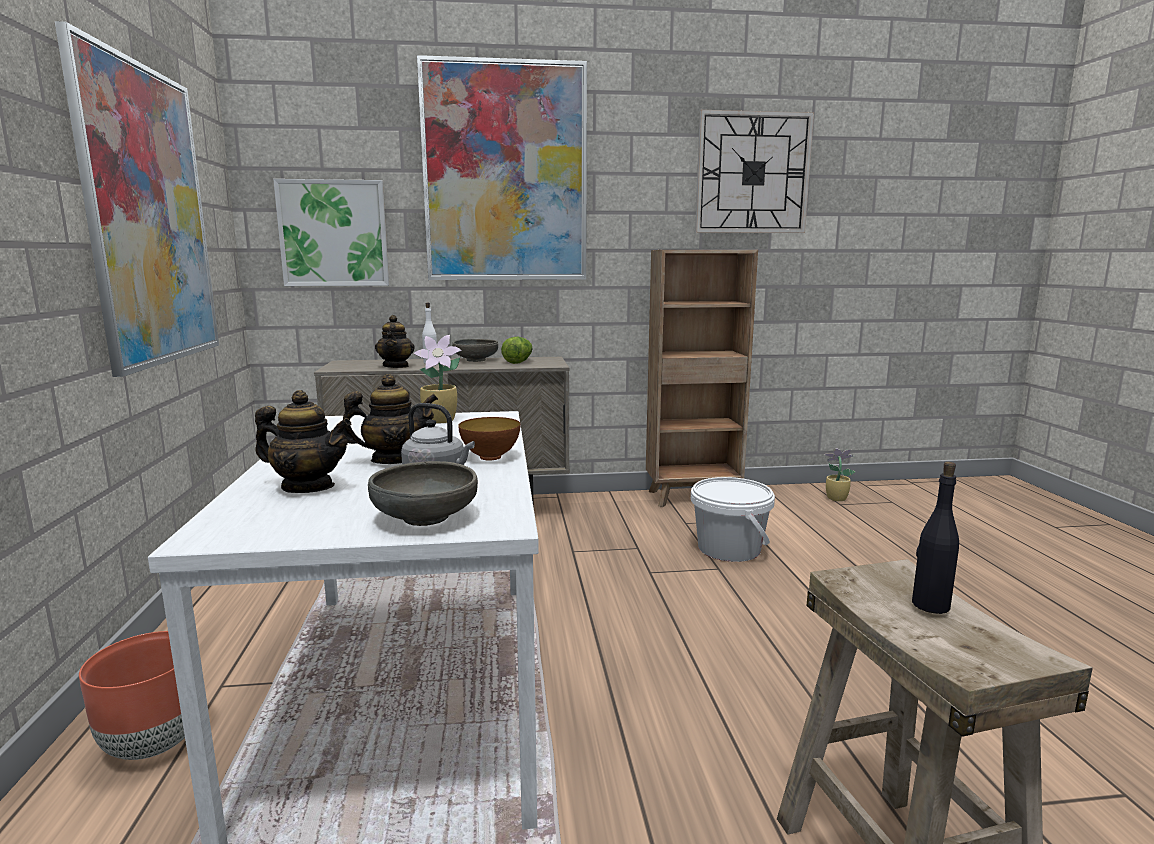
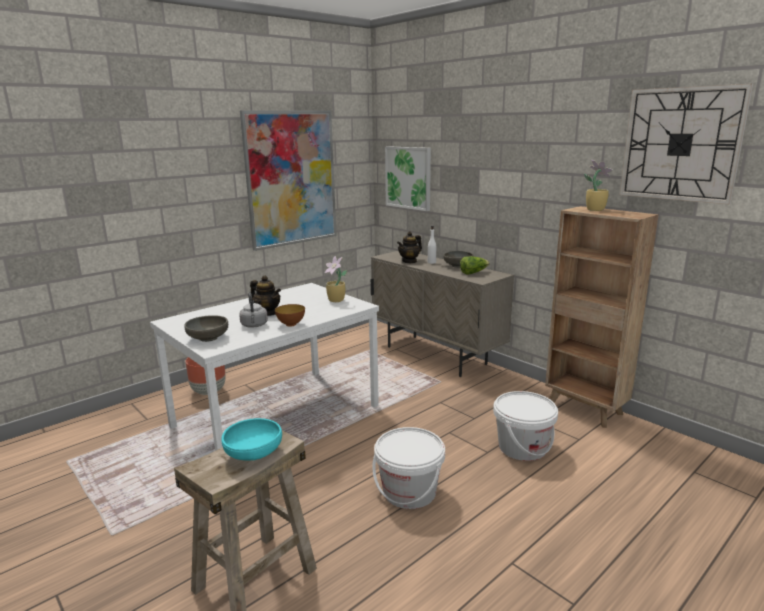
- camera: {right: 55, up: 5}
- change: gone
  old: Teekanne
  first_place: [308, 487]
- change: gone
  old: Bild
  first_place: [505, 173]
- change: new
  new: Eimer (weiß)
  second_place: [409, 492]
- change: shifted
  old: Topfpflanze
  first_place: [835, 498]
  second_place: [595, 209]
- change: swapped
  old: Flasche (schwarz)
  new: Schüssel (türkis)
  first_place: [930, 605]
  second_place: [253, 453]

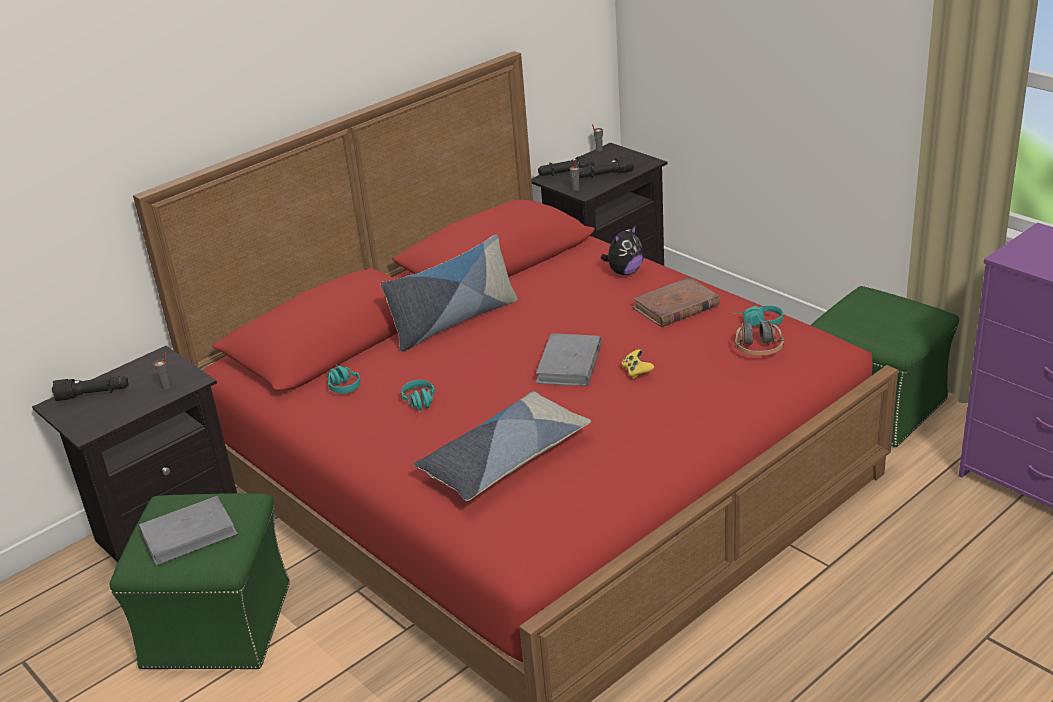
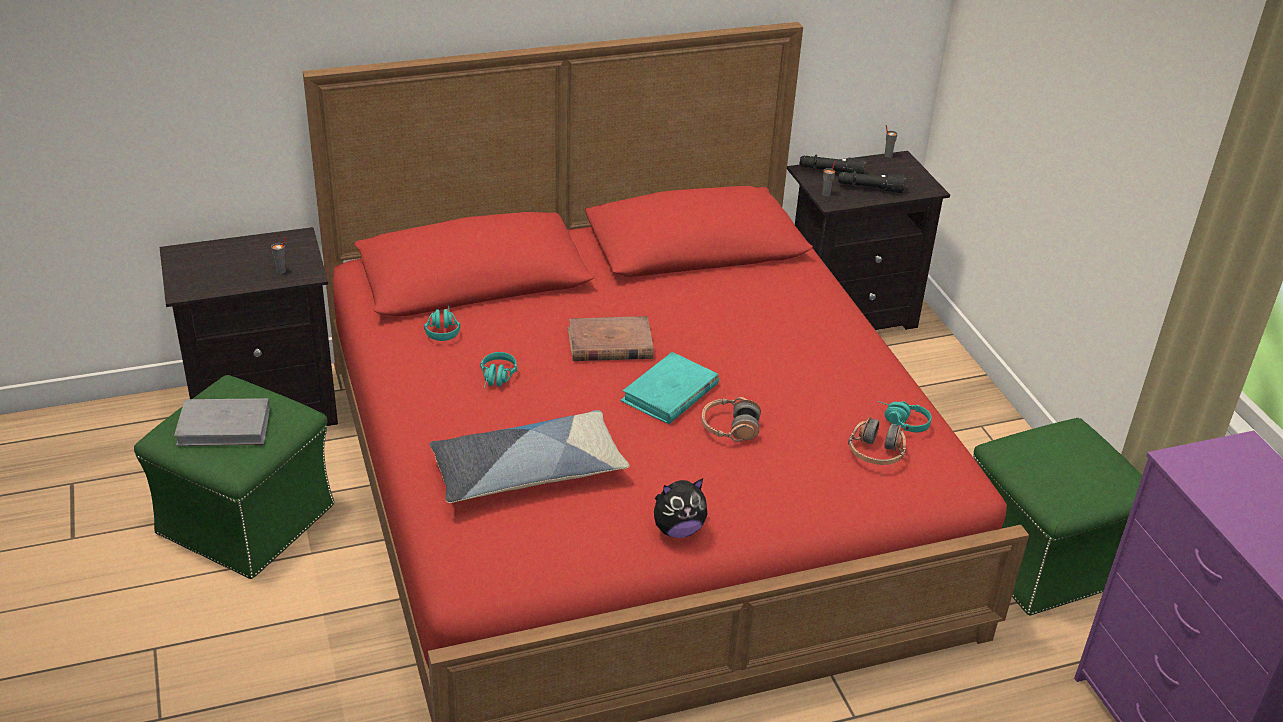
- camera: {right: 20, up: 5}
- change: gone
  old: Taschenlampe (schwarz)
  first_place: [93, 394]
- change: gone
  old: Kissen
  first_place: [454, 321]
- change: shifted
  old: Plüschtier
  first_place: [624, 272]
  second_place: [678, 529]
- change: shifted
  old: Buch (braun)
  first_place: [675, 307]
  second_place: [609, 344]
- change: swapped
  old: Gamepad (gelb)
  new: Kopfhörer
  first_place: [636, 371]
  second_place: [730, 428]
- change: repainted
  old: Buch (grau)
  new: Buch (türkis)
  first_place: [569, 364]
  second_place: [670, 393]

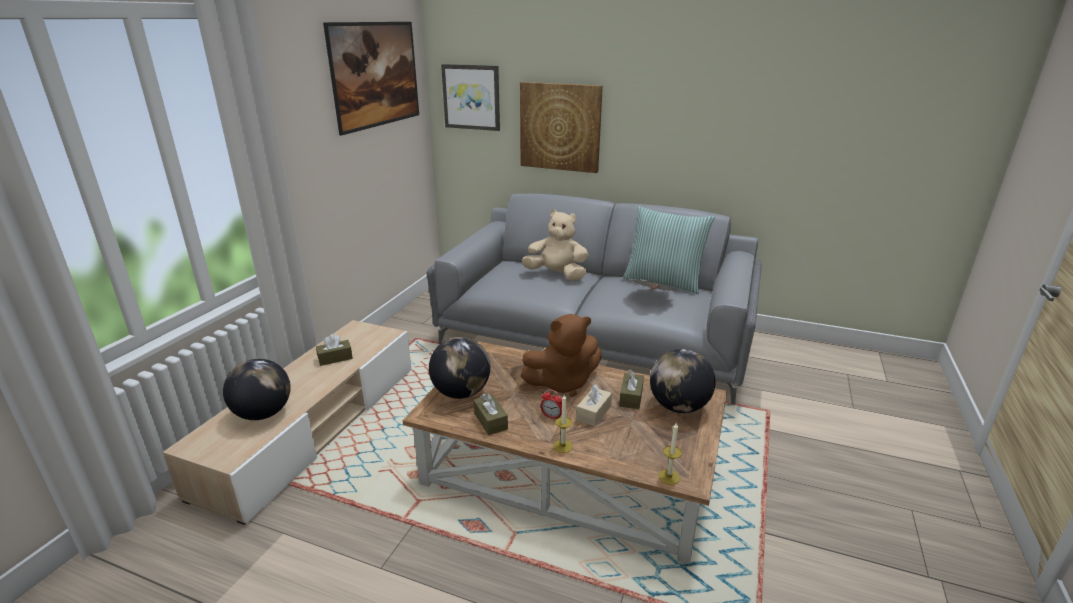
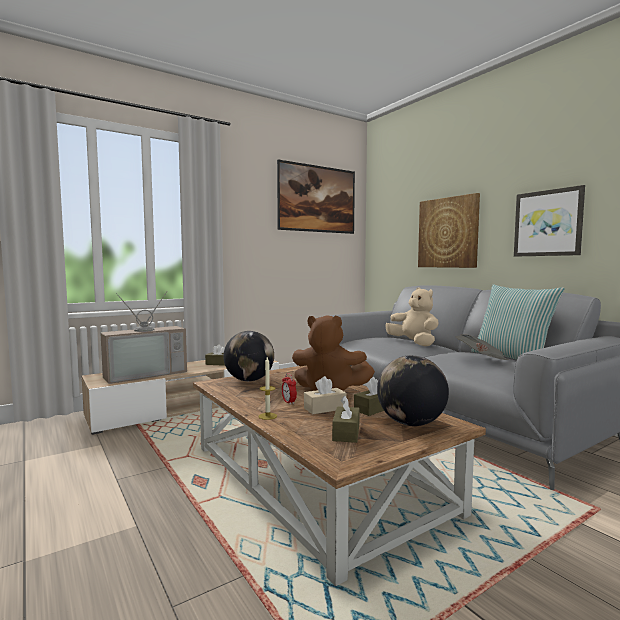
- camera: {right: 35, up: -20}
- change: gone
  old: Kerze
  first_place: [669, 477]
- change: shifted
  old: Bild
  first_place: [471, 97]
  second_place: [548, 223]
- change: shifted
  old: Taschentuchbox (braun)
  first_place: [490, 421]
  second_place: [346, 433]
- change: swapped
  old: Globus
  new: Fernseher
  first_place: [263, 414]
  second_place: [145, 374]

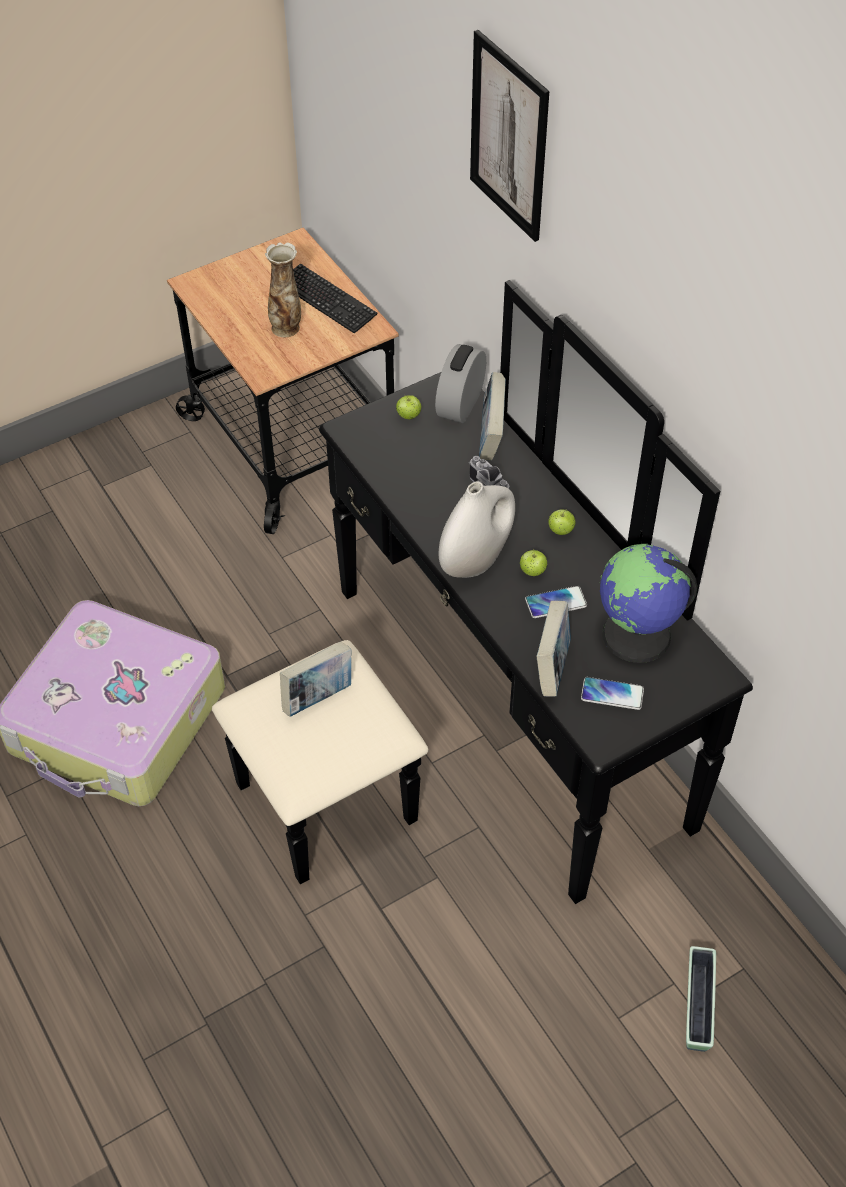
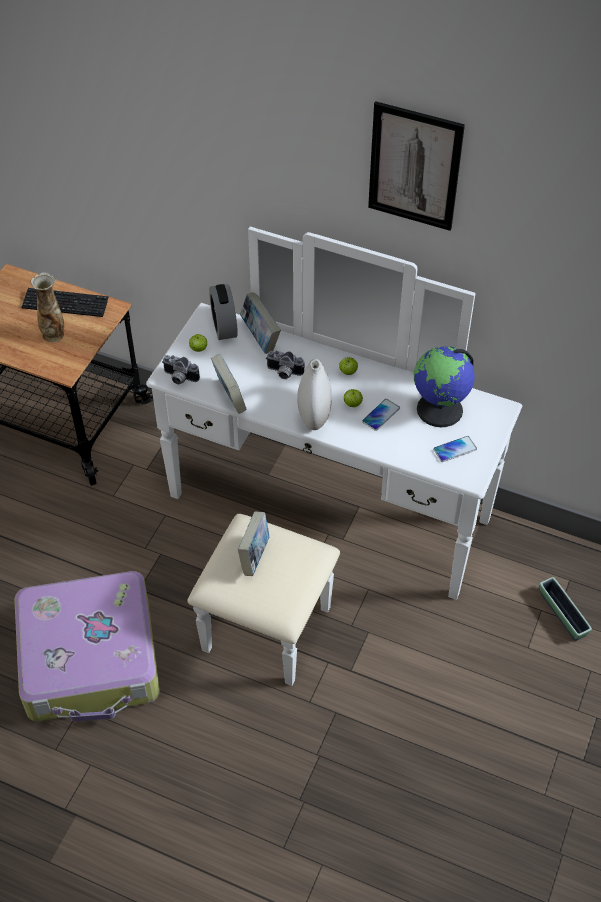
- camera: {right: -35, up: 0}
- change: new
  new: Kamera
  second_place: [179, 378]
- change: shifted
  old: Bild
  first_place: [509, 137]
  second_place: [414, 166]
- change: shifted
  old: Buch
  first_place: [552, 667]
  second_place: [229, 398]
- change: repainted
  old: Kommode (schwarz)
  new: Kommode (weiß)
  first_place: [470, 727]
  second_place: [316, 534]

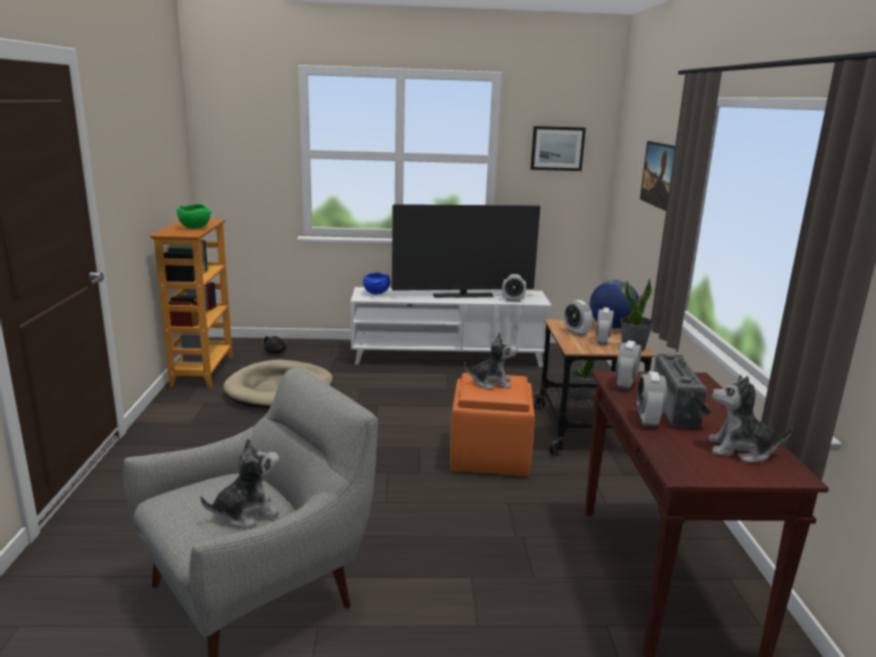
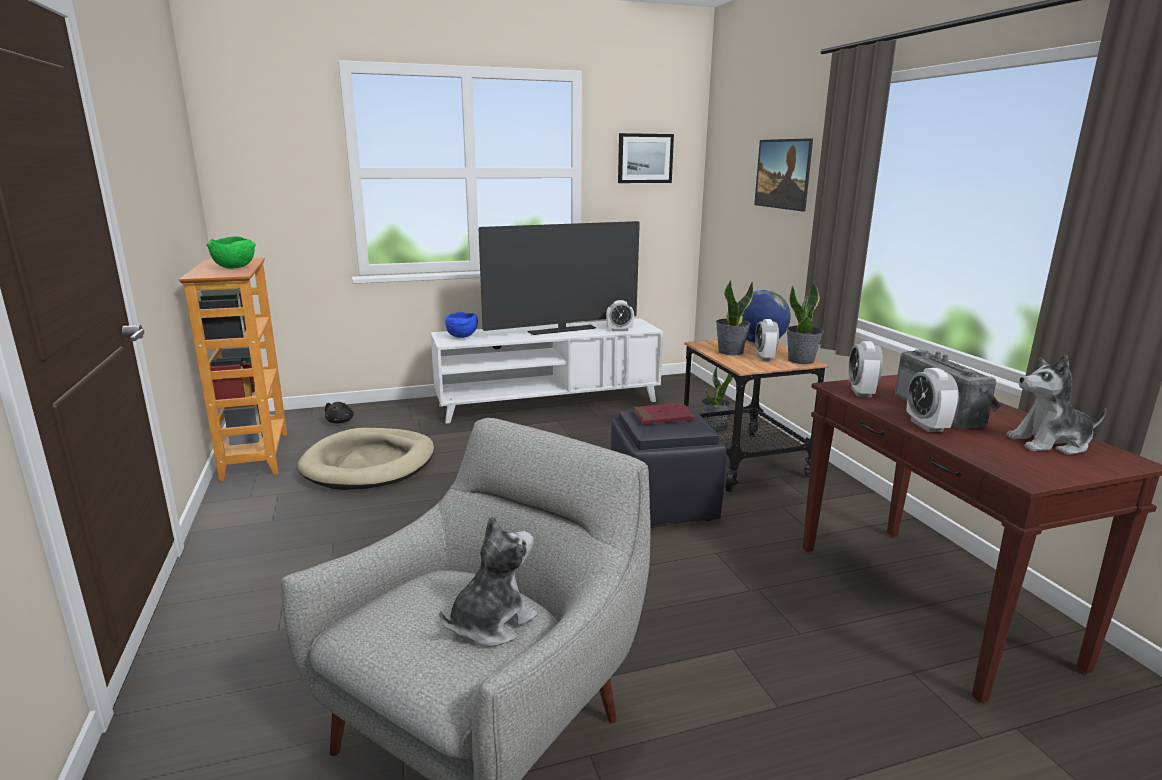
- camera: {right: -15, up: 0}
- change: swapped
  old: Plüschtier
  new: Buch (rot)
  first_place: [491, 383]
  second_place: [663, 417]
- change: swapped
  old: Wecker
  new: Topfpflanze
  first_place: [576, 332]
  second_place: [730, 352]
- change: repainted
  old: Polsterhocker (orange)
  new: Polsterhocker (schwarz)
  first_place: [489, 456]
  second_place: [661, 503]

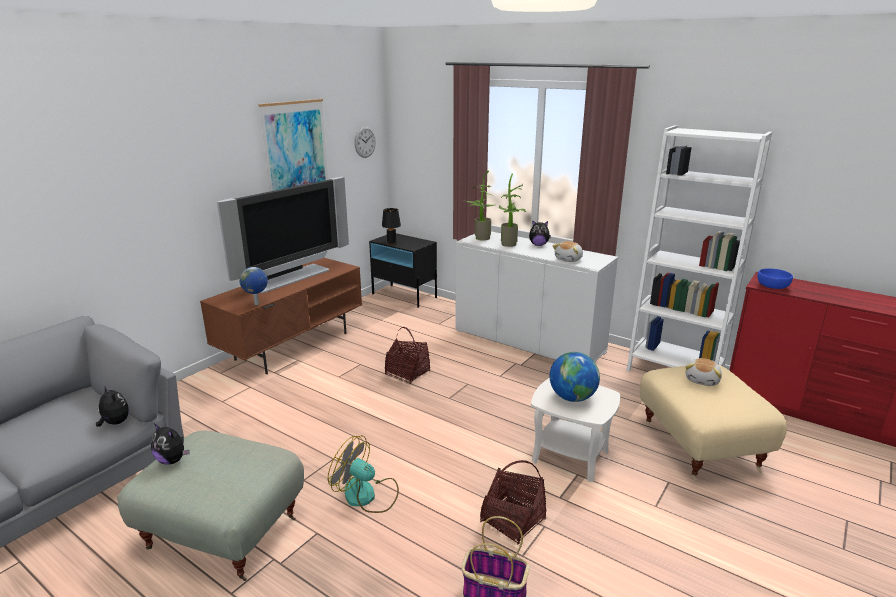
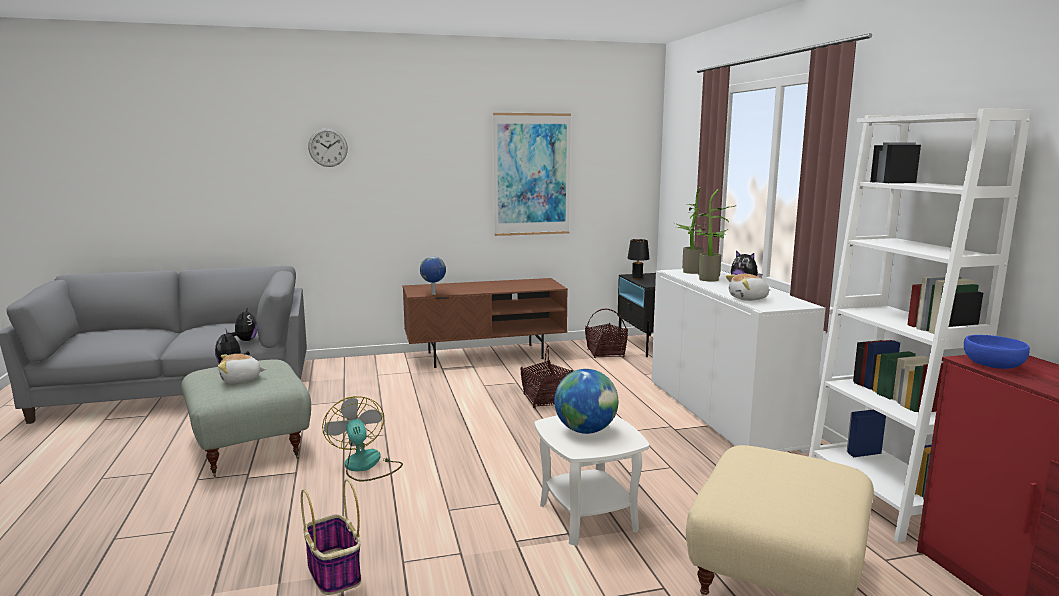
- camera: {right: 40, up: -10}
- change: gone
  old: Fernseher
  first_place: [290, 278]
- change: shifted
  old: Wanduhr
  first_place: [365, 142]
  second_place: [328, 147]
- change: shifted
  old: Korb
  first_place: [513, 520]
  second_place: [605, 354]
- change: shifted
  old: Plüschtier
  first_place: [703, 380]
  second_place: [241, 380]

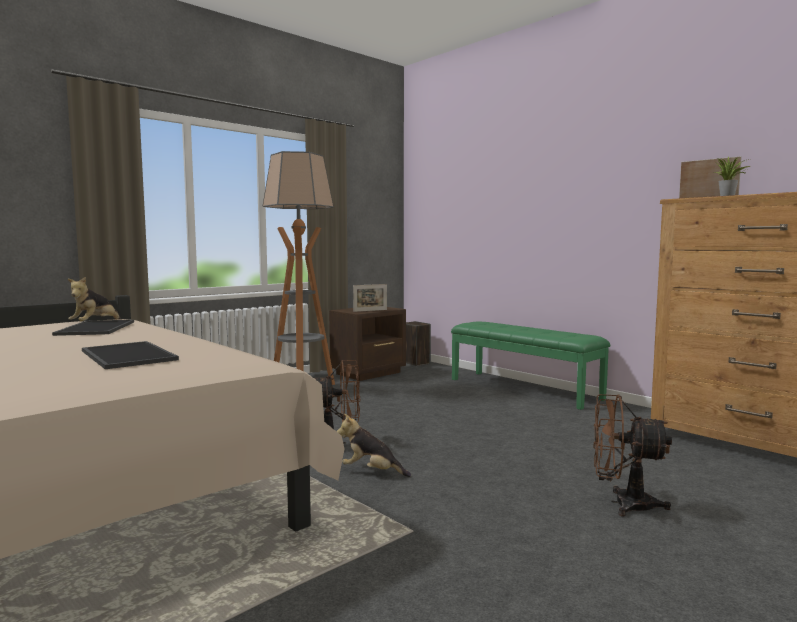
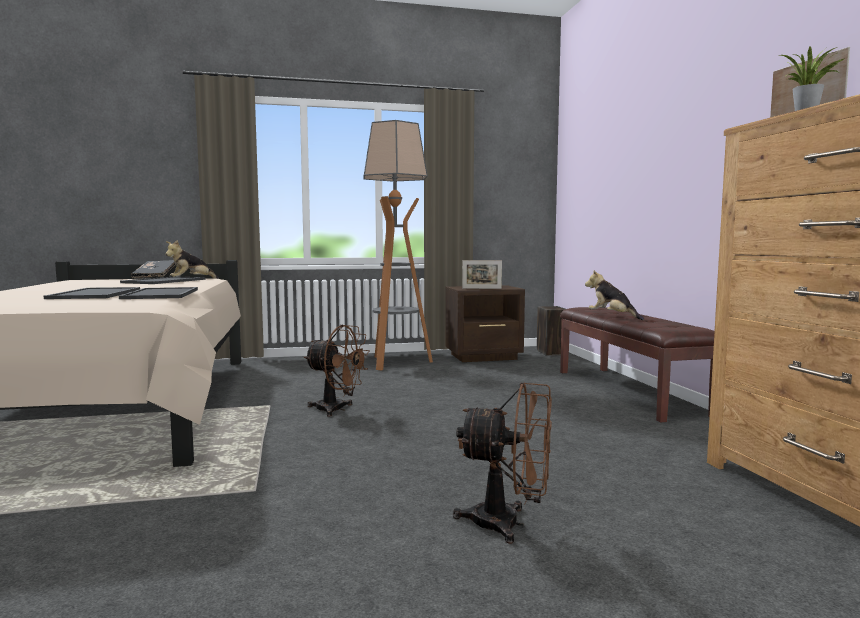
- camera: {right: 30, up: 0}
- change: new
  new: Tablett
  second_place: [163, 294]
- change: new
  new: Buch (schwarz)
  second_place: [155, 277]
- change: shifted
  old: Plüschtier
  first_place: [372, 472]
  second_place: [612, 317]
- change: repainted
  old: Bank (grün)
  new: Bank (braun)
  first_place: [524, 389]
  second_place: [629, 391]
- change: rotated
  old: Ventilator (braun)
  first_place: [623, 503]
  second_place: [508, 524]
  degrees: 150

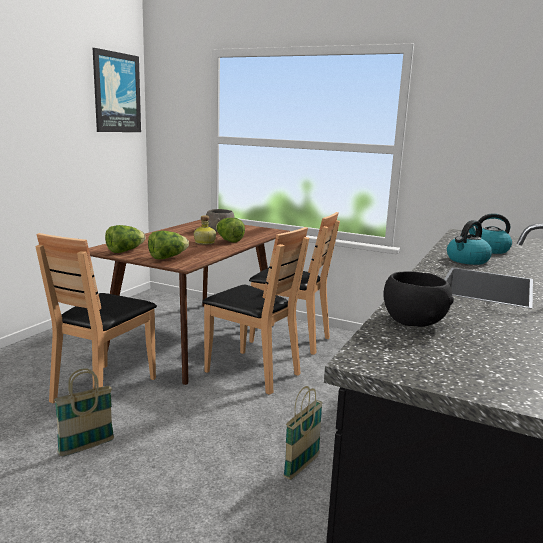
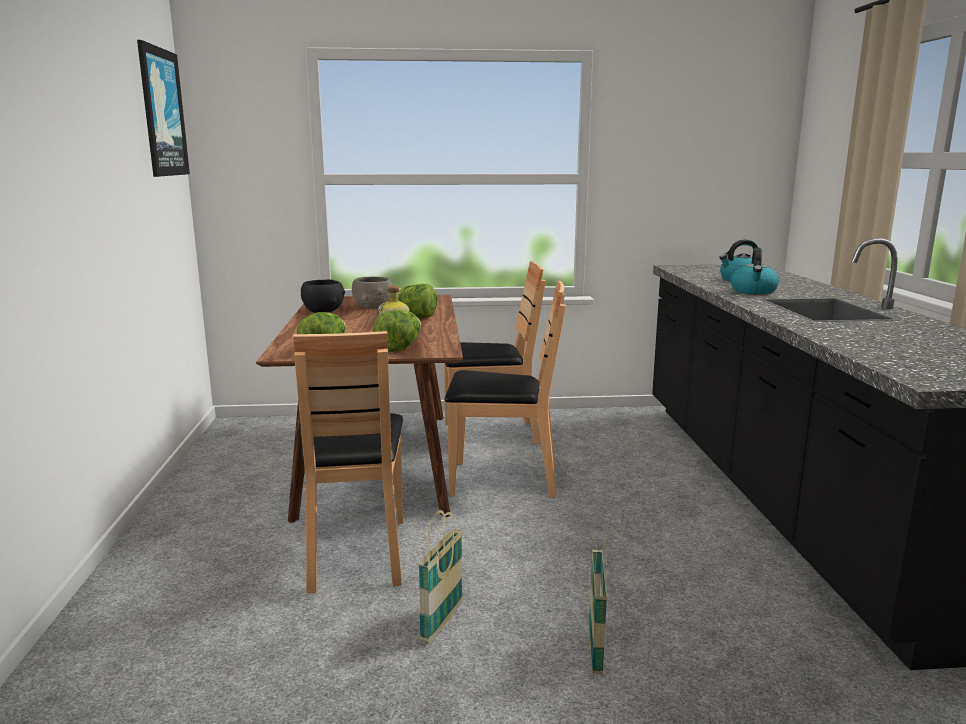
- camera: {right: -30, up: 0}
- change: shifted
  old: Korb
  first_place: [301, 466]
  second_place: [595, 650]
- change: shifted
  old: Schüssel (schwarz)
  first_place: [414, 321]
  second_place: [323, 311]

